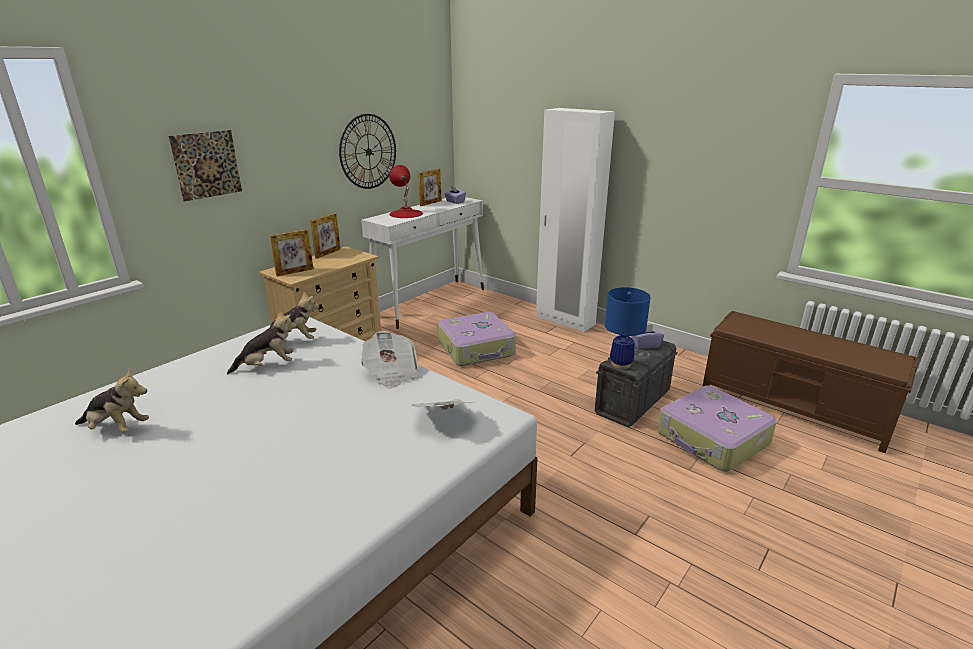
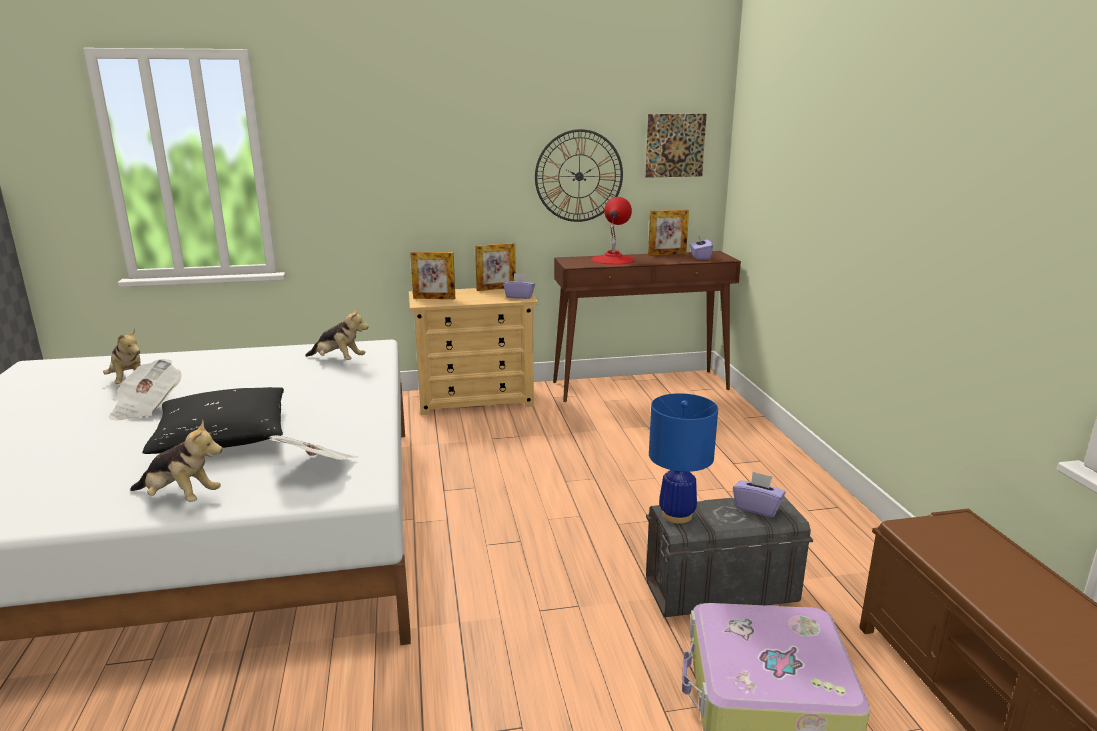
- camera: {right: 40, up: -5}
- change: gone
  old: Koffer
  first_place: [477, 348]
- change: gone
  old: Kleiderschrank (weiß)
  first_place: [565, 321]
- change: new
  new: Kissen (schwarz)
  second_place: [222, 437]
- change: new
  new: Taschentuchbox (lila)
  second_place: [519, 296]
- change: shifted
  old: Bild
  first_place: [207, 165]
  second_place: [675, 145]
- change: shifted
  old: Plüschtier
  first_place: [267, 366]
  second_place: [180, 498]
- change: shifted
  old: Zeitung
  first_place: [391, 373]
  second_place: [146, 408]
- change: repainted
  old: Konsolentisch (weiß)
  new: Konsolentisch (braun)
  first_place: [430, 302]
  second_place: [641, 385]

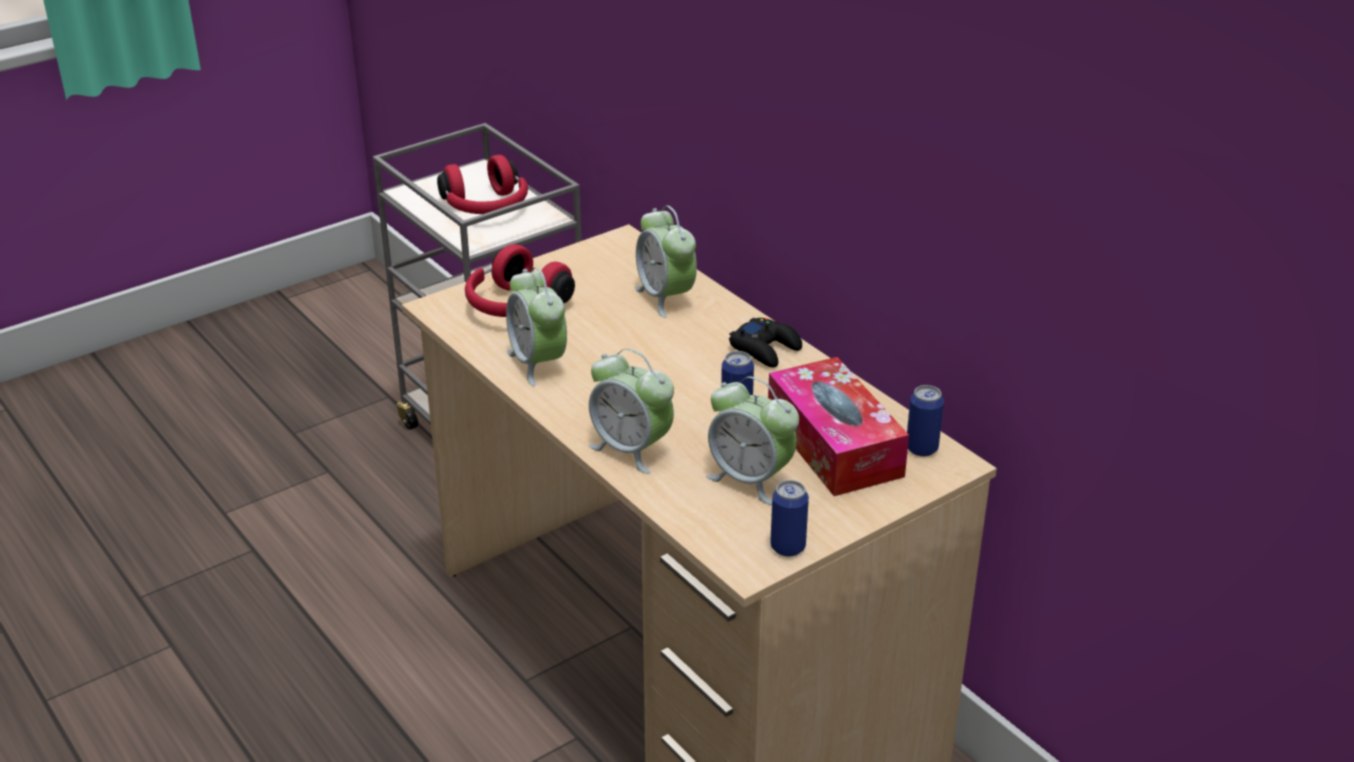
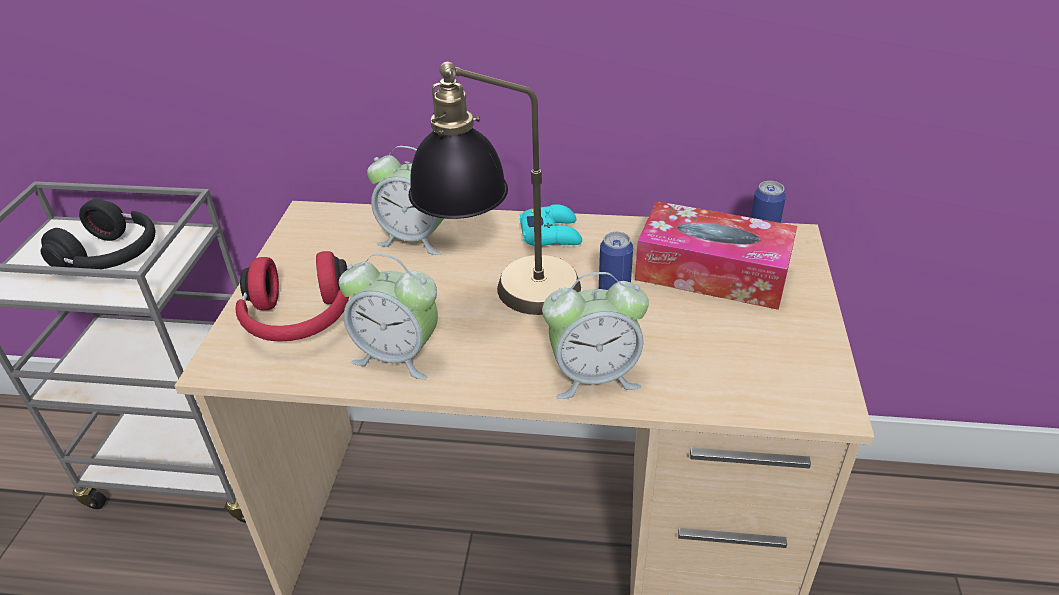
- camera: {right: -45, up: 5}
- change: gone
  old: Wecker
  first_place: [750, 479]
- change: gone
  old: Dose
  first_place: [787, 547]
- change: new
  new: Tischlampe
  second_place: [503, 296]
- change: repainted
  old: Kopfhörer (rot)
  new: Kopfhörer (schwarz)
  first_place: [486, 208]
  second_place: [112, 257]
- change: repainted
  old: Gamepad (schwarz)
  new: Gamepad (türkis)
  first_place: [765, 349]
  second_place: [551, 234]

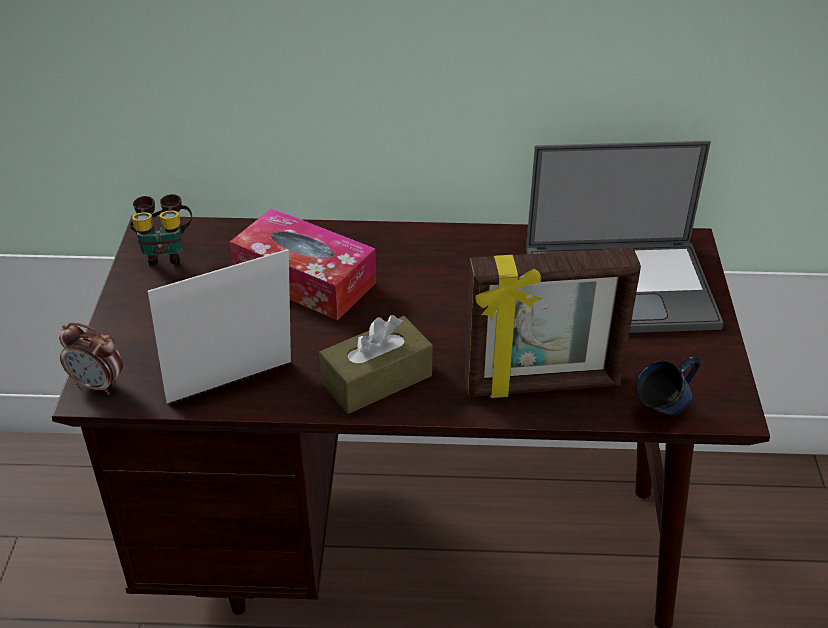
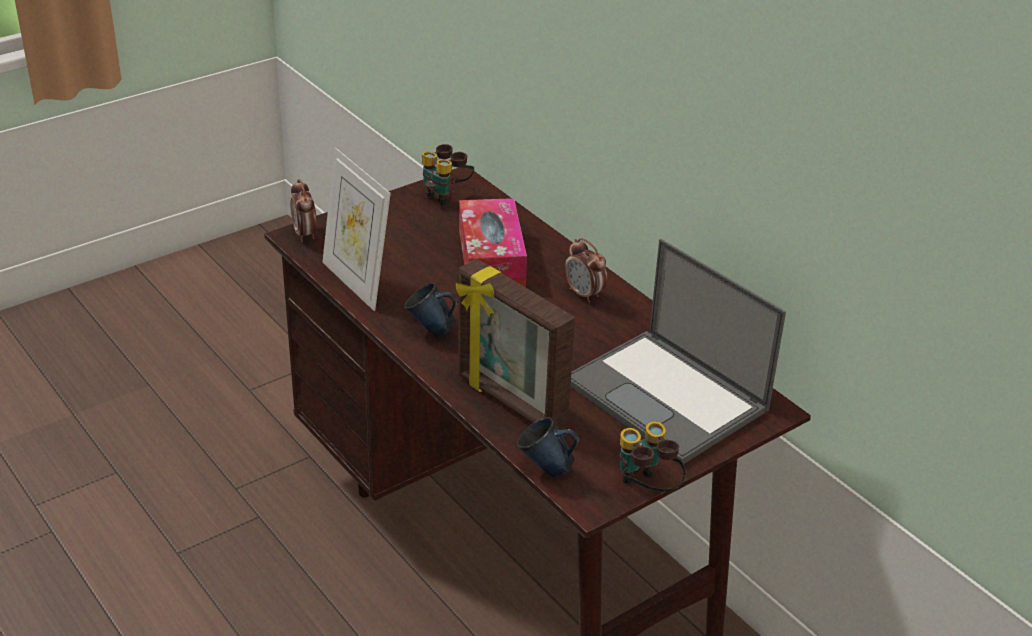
- camera: {right: 50, up: -5}
- change: new
  new: Wecker
  second_place: [584, 294]
- change: new
  new: Fernglas
  second_place: [646, 490]
- change: swapped
  old: Taschentuchbox (braun)
  new: Henkelbecher (blau)
  first_place: [377, 379]
  second_place: [431, 331]
- change: rotated
  old: Bilderrahmen
  first_place: [234, 390]
  second_place: [357, 282]
  degrees: -150

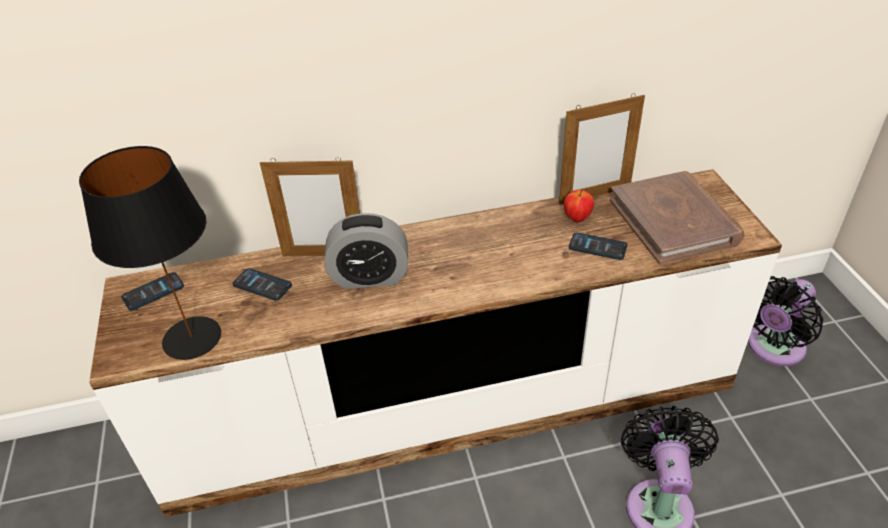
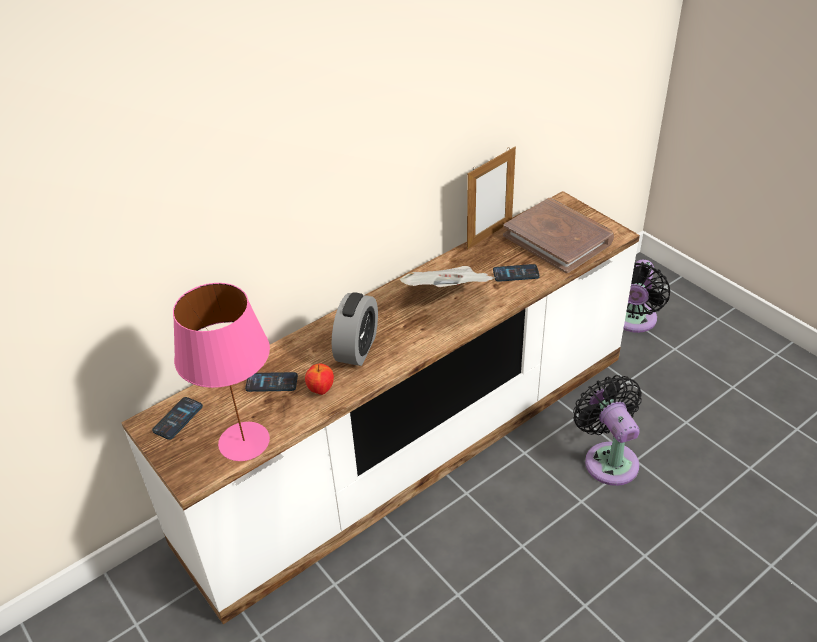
- camera: {right: -25, up: 0}
- change: gone
  old: Bilderrahmen
  first_place: [324, 255]
- change: new
  new: Zeitung
  second_place: [448, 296]
- change: shifted
  old: Apfel
  first_place: [577, 218]
  second_place: [321, 390]
- change: repainted
  old: Tischlampe (schwarz)
  new: Tischlampe (rosa)
  first_place: [192, 338]
  second_place: [245, 442]
- change: rotated
  old: Wecker
  first_place: [370, 277]
  second_place: [357, 349]
  degrees: -45

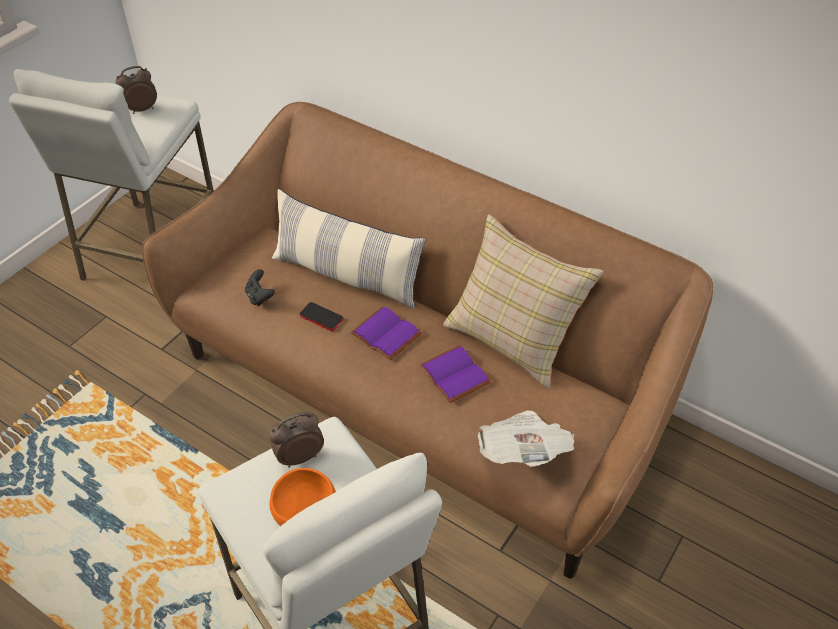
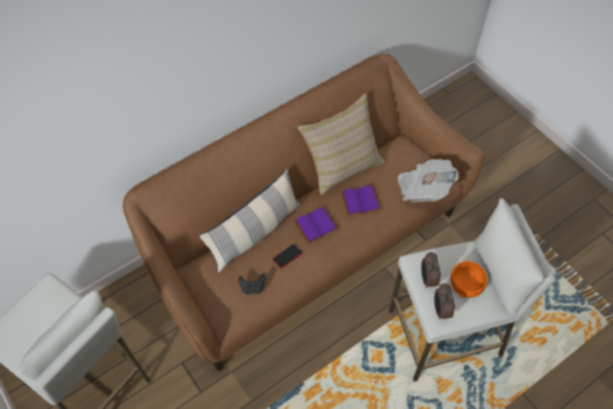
- camera: {right: -70, up: 10}
- change: shifted
  old: Wecker
  first_place: [141, 109]
  second_place: [440, 310]

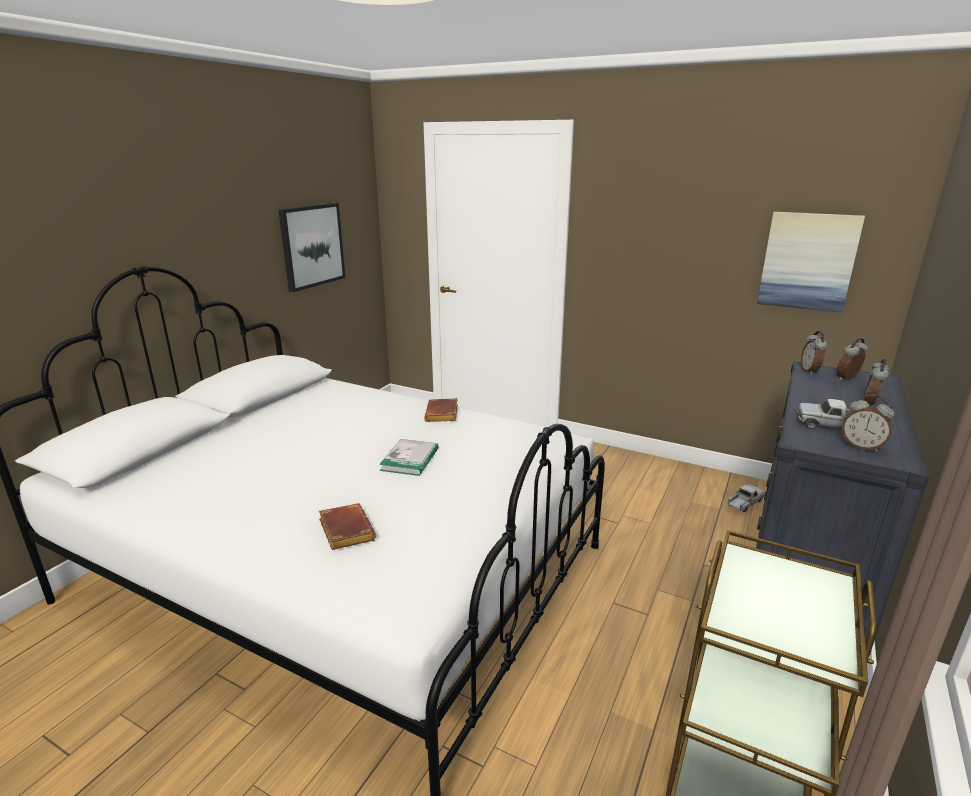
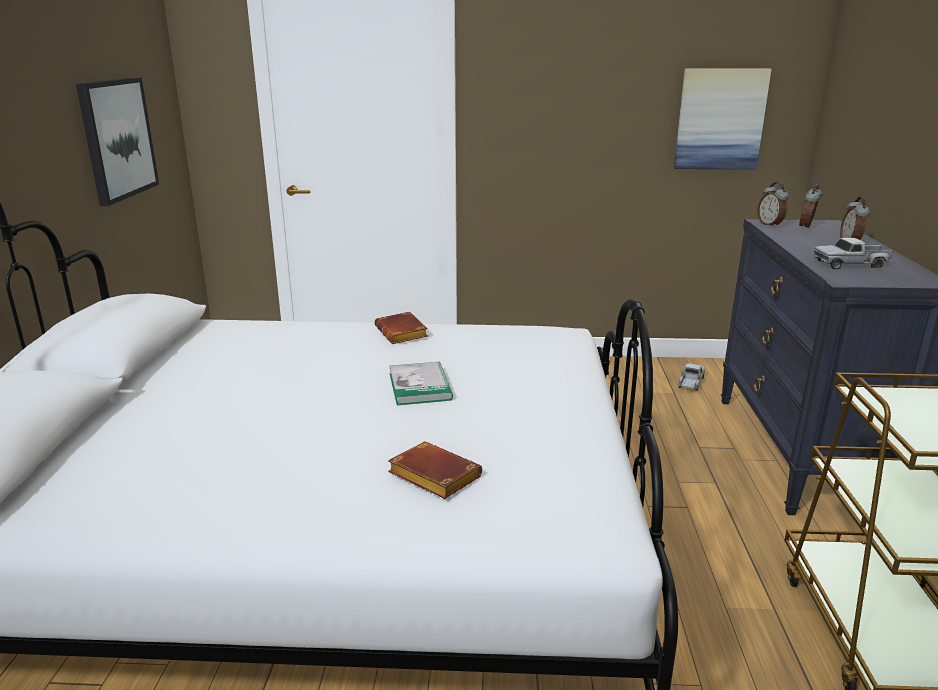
- camera: {right: -25, up: 0}
- change: gone
  old: Wecker
  first_place: [861, 446]

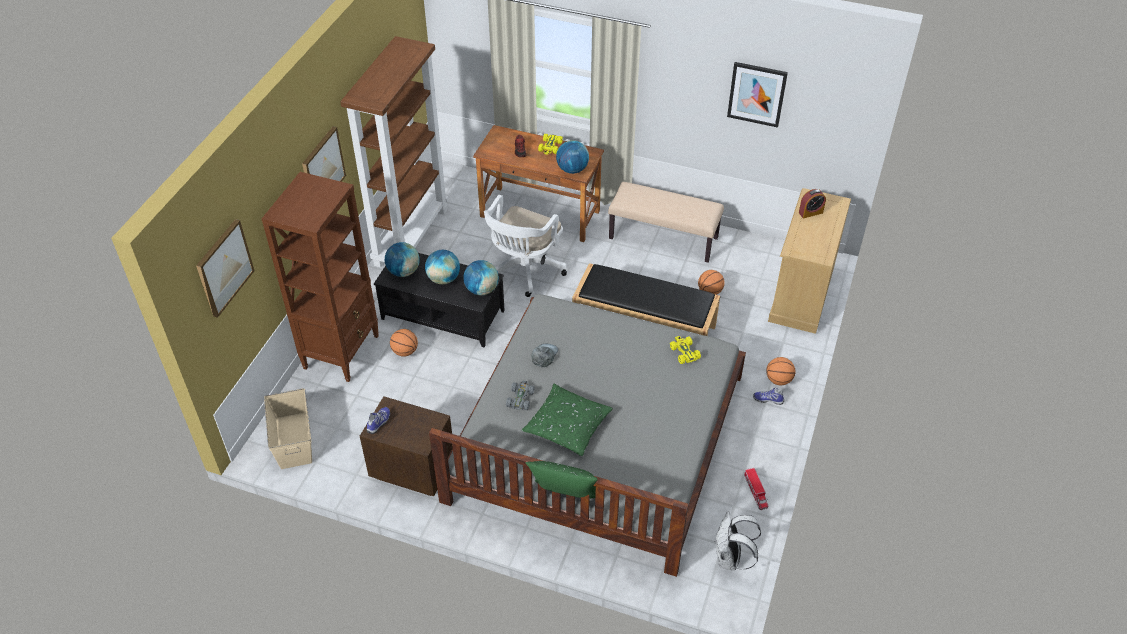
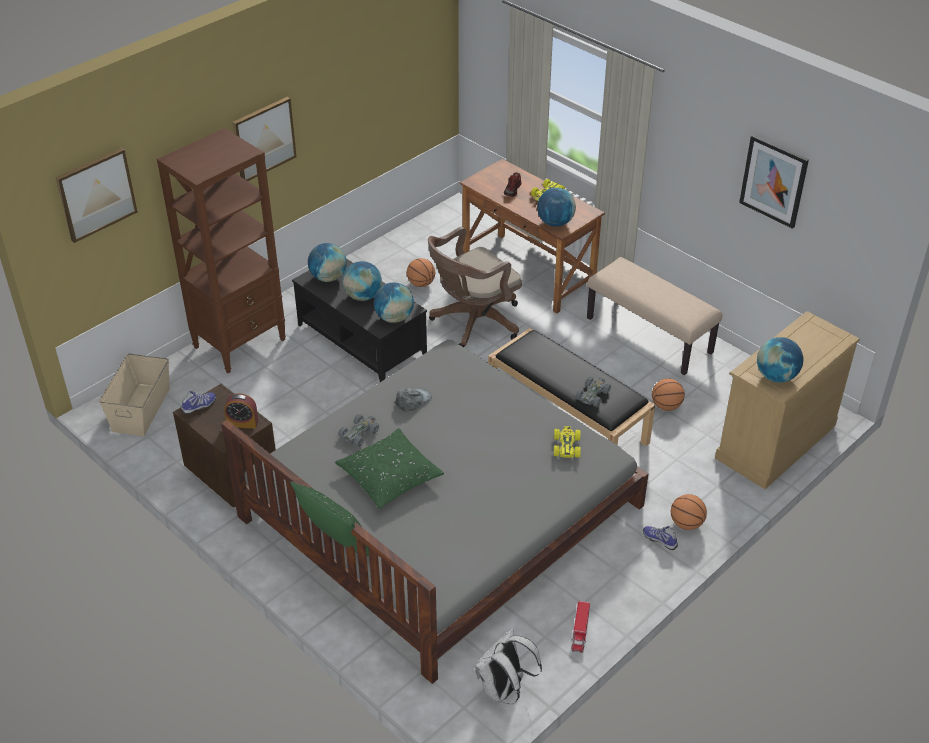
- camera: {right: 25, up: -5}
- change: gone
  old: Bücherregal (braun)
  first_place: [411, 236]
- change: new
  new: Spielzeugauto (grau)
  second_place: [592, 395]
- change: new
  new: Globus
  second_place: [776, 376]
- change: shifted
  old: Basketball
  first_place: [405, 351]
  second_place: [421, 284]
- change: shifted
  old: Wecker
  first_place: [810, 212]
  second_place: [242, 423]
- change: repainted
  old: Bürostuhl (weiß)
  new: Bürostuhl (braun)
  first_place: [523, 271]
  second_place: [473, 323]

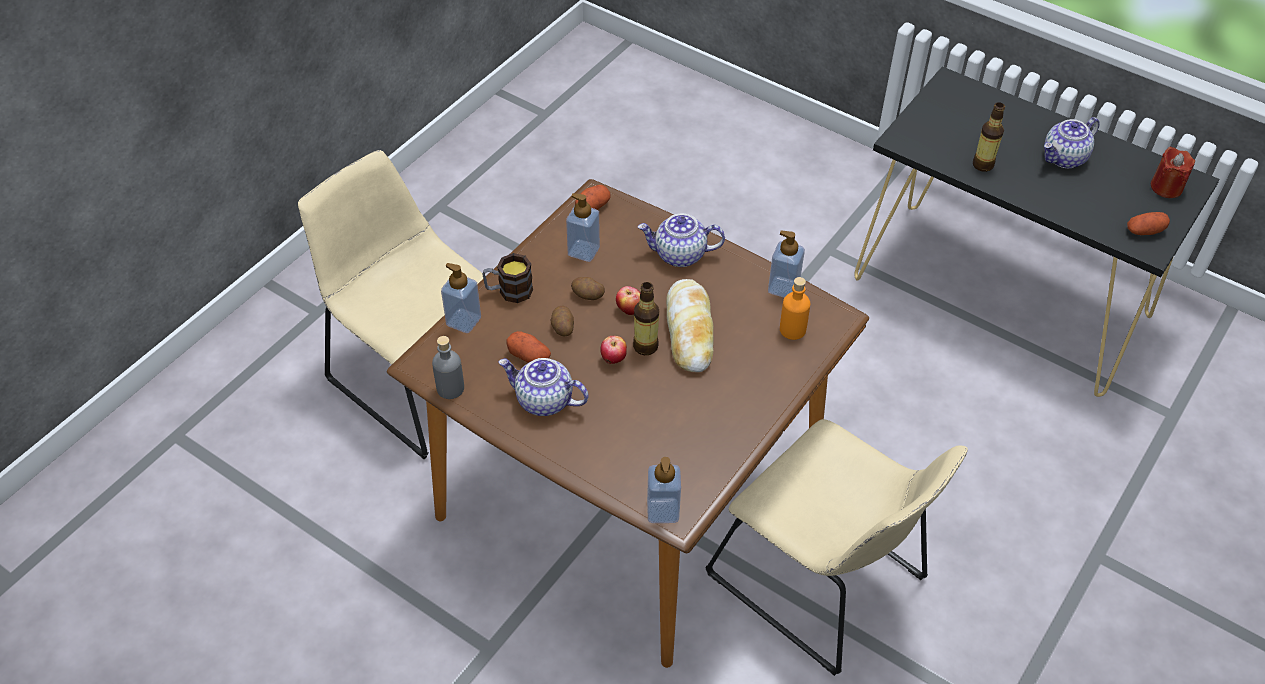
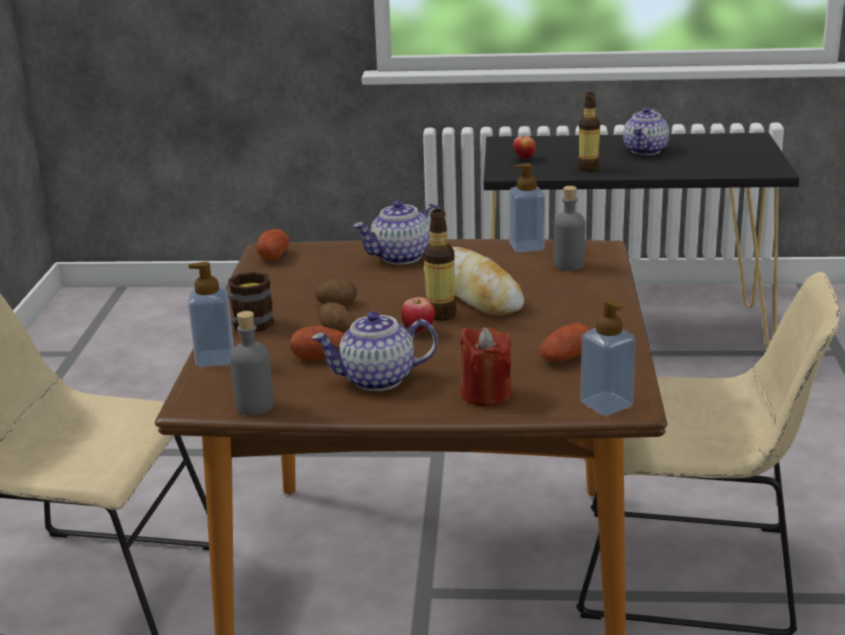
- camera: {right: -30, up: -25}
- change: gone
  old: Seifenspender
  first_place: [583, 251]
- change: shifted
  old: Apfel
  first_place: [628, 310]
  second_place: [524, 159]
- change: shifted
  old: Kartoffel
  first_place: [1145, 231]
  second_place: [566, 357]
- change: shifted
  old: Kerze (rot)
  first_place: [1166, 187]
  second_place: [485, 394]
- change: repainted
  old: Flasche (orange)
  new: Flasche (grau)
  first_place: [792, 329]
  second_place: [568, 265]

